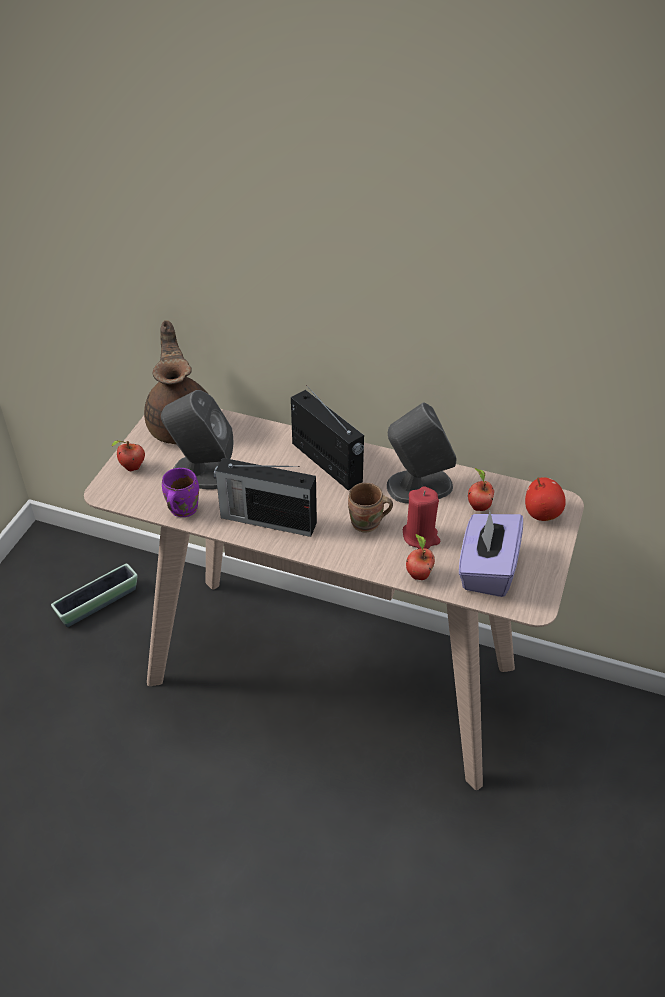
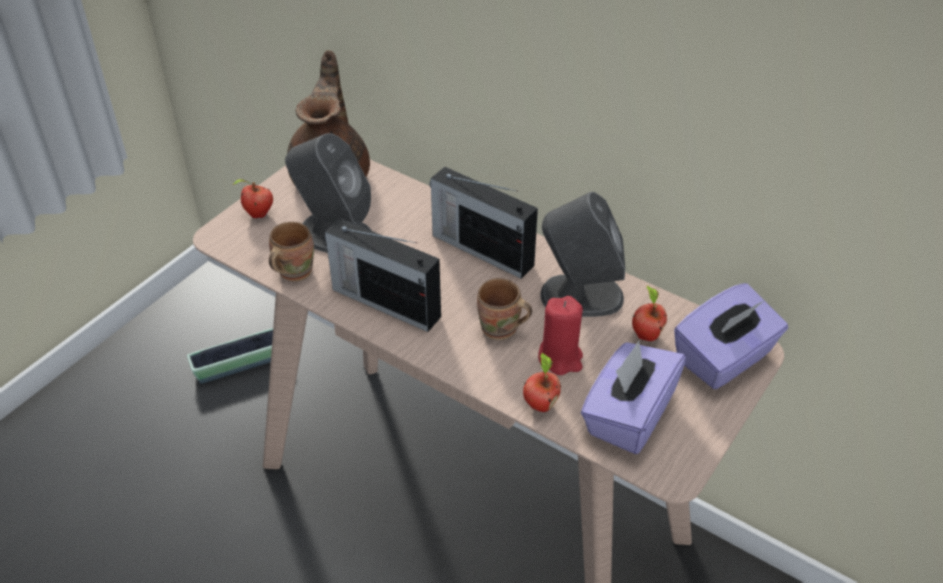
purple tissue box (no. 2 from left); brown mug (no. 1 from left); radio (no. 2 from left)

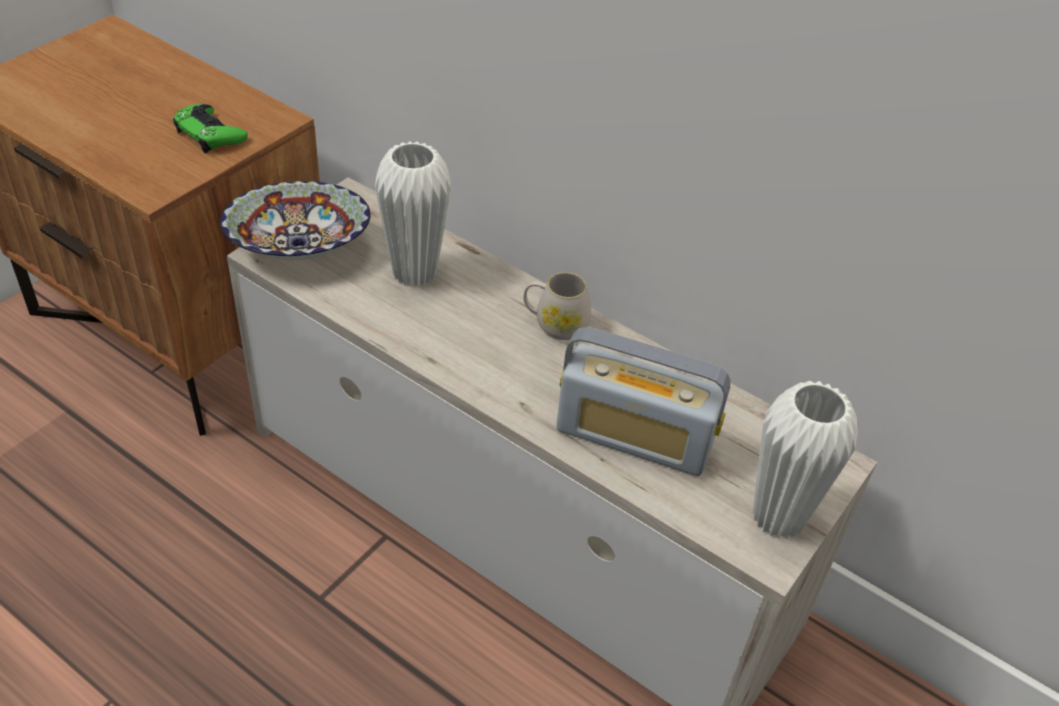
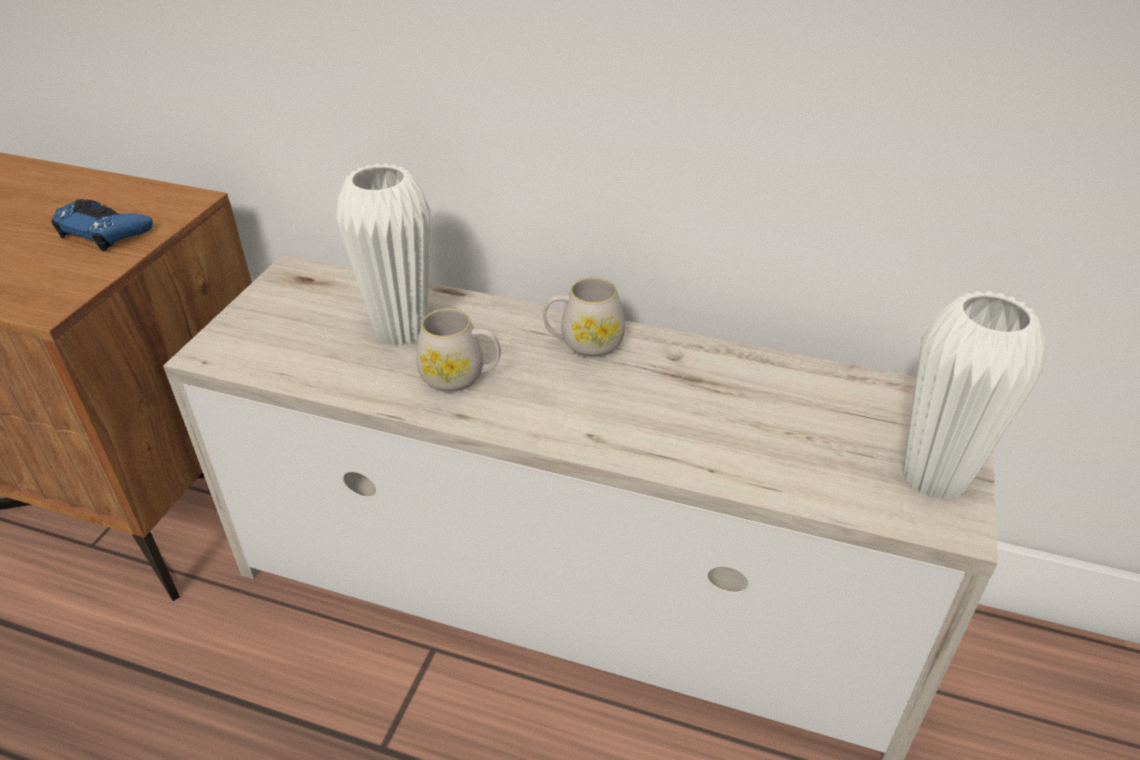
bowl; radio; white mug (no. 1 from left); blue game controller

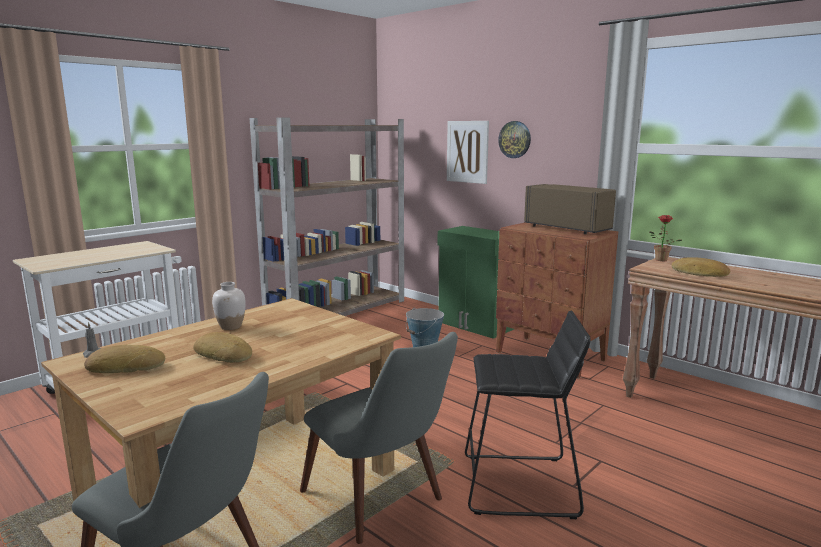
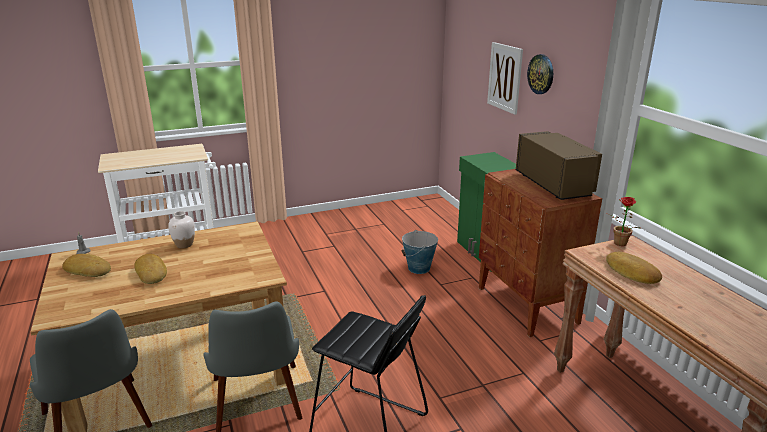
brown bookcase

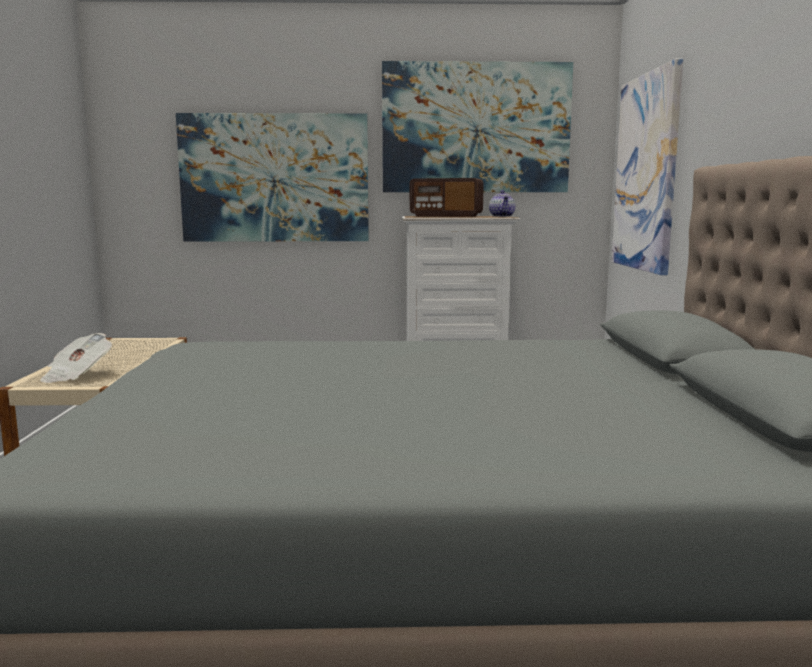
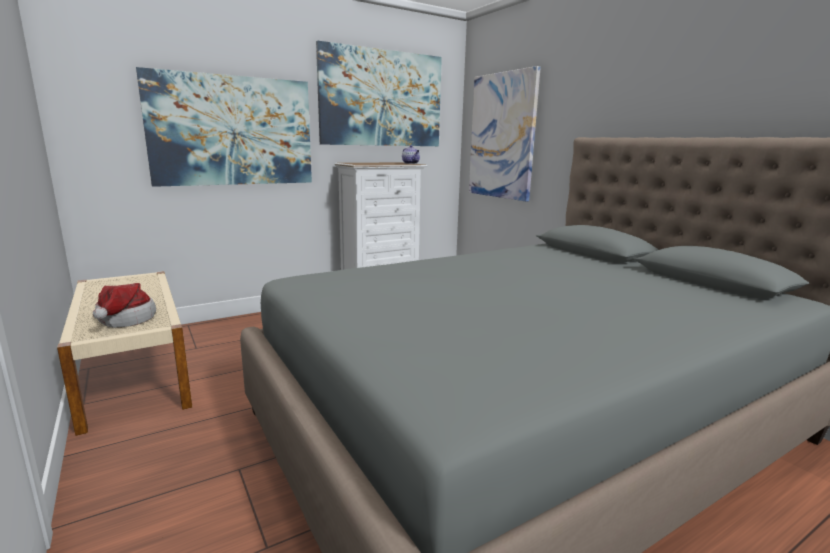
radio; hat

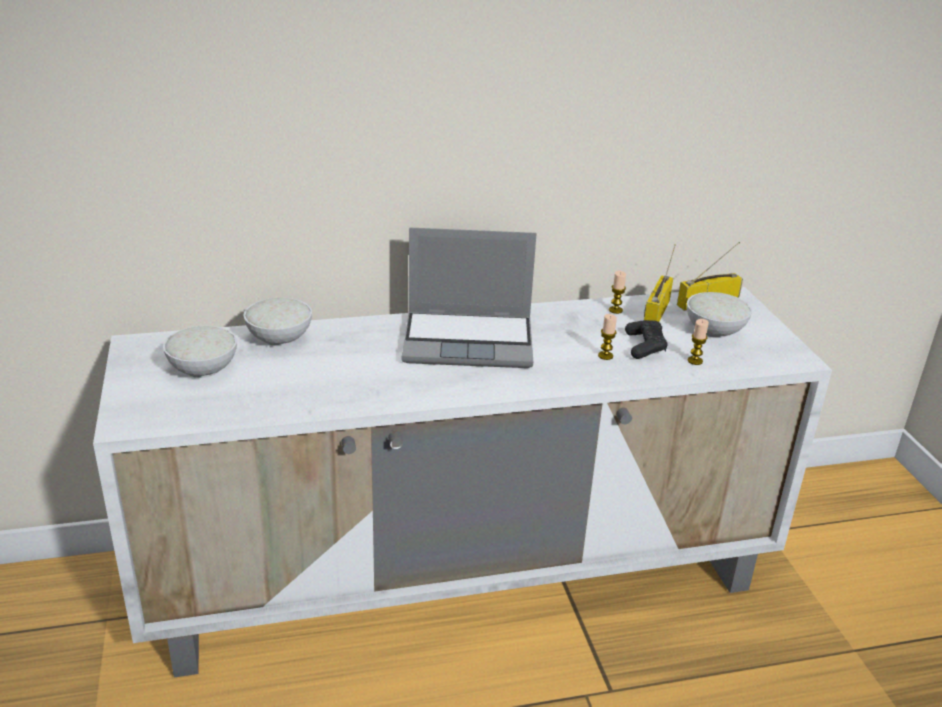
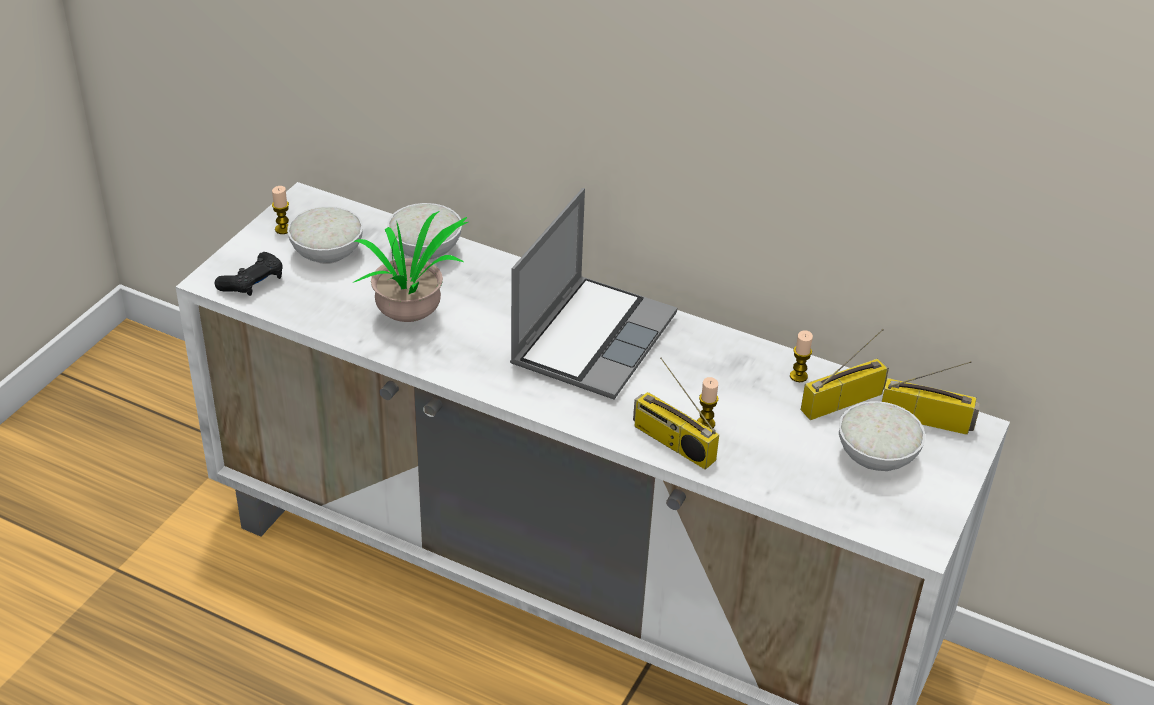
potted plant; radio (no. 1 from left); black game controller; candle (no. 1 from left); laptop

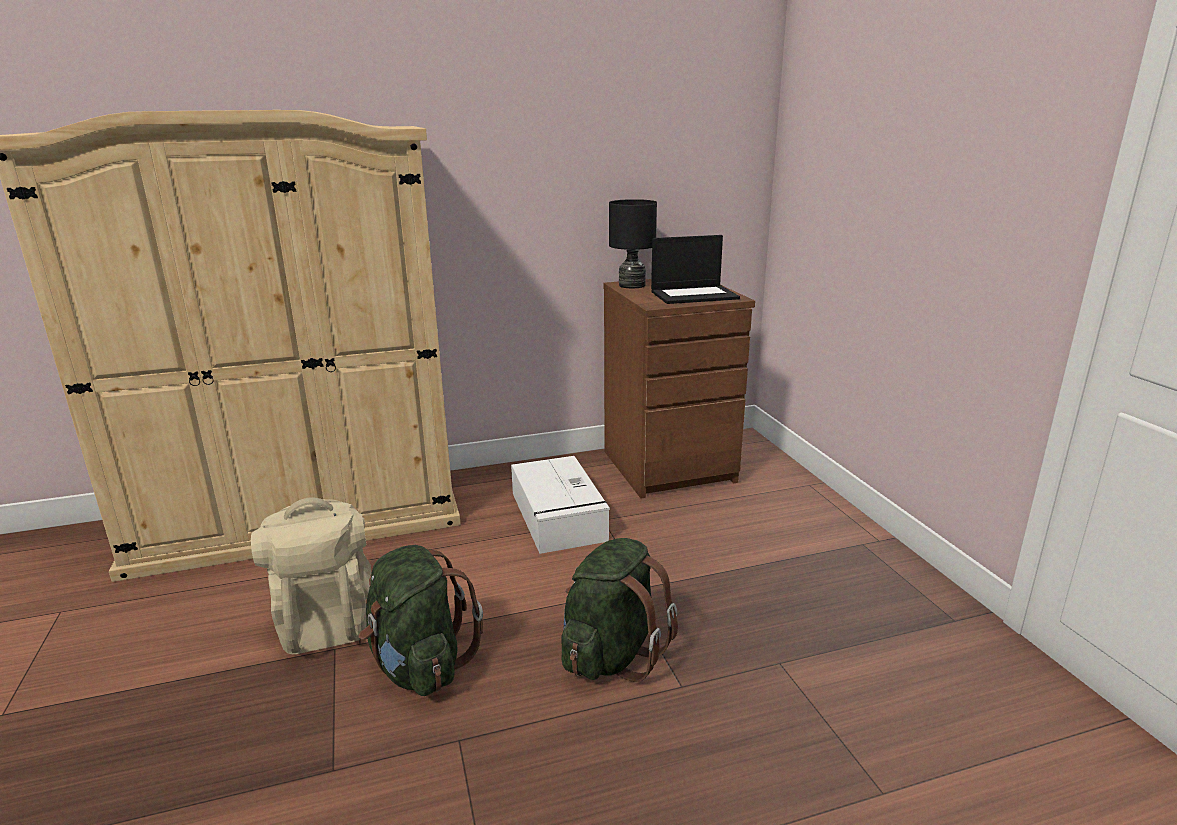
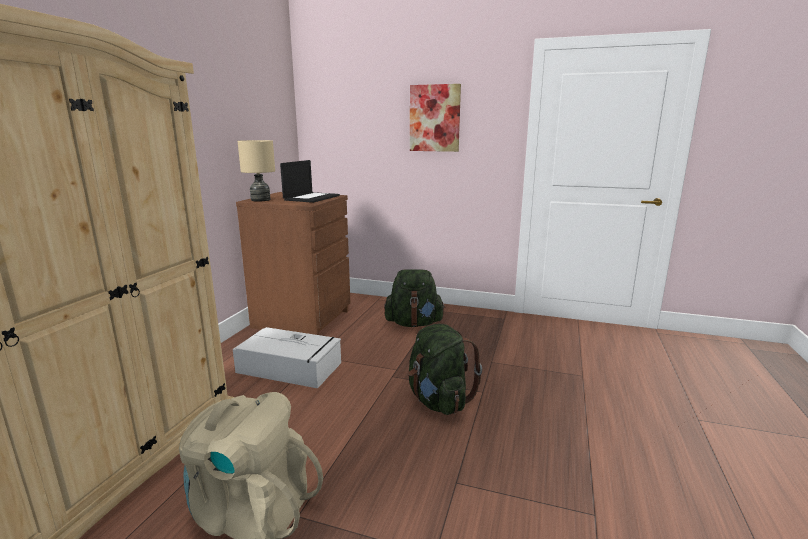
picture; green backpack (no. 1 from left); beige table lamp

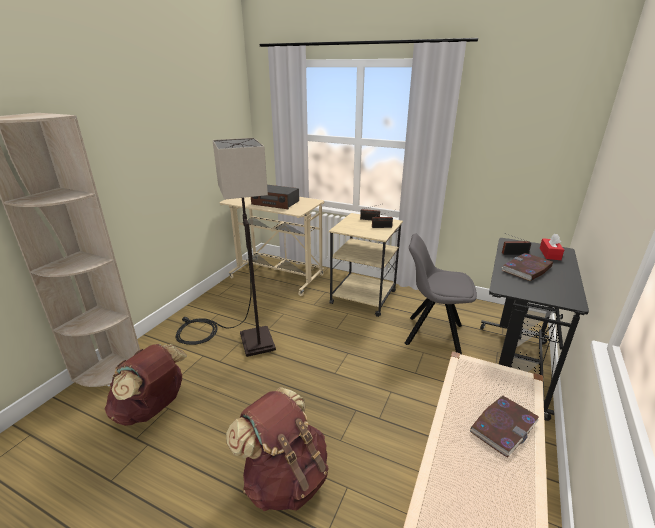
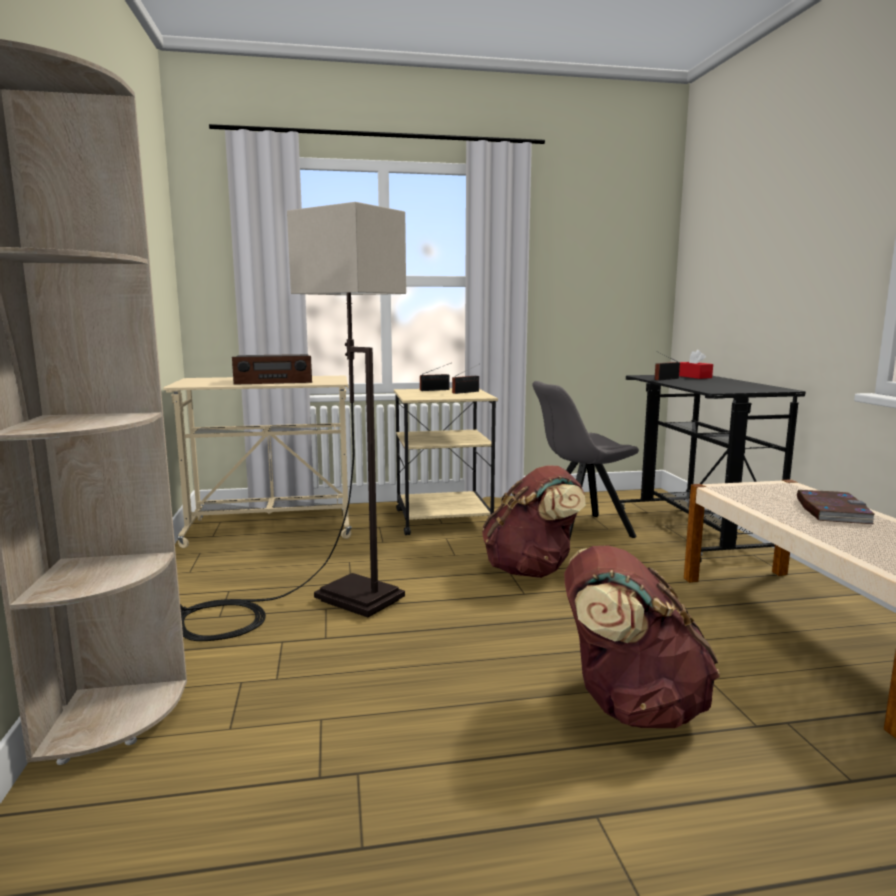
book (no. 2 from left in the first image); brown backpack (no. 1 from left)

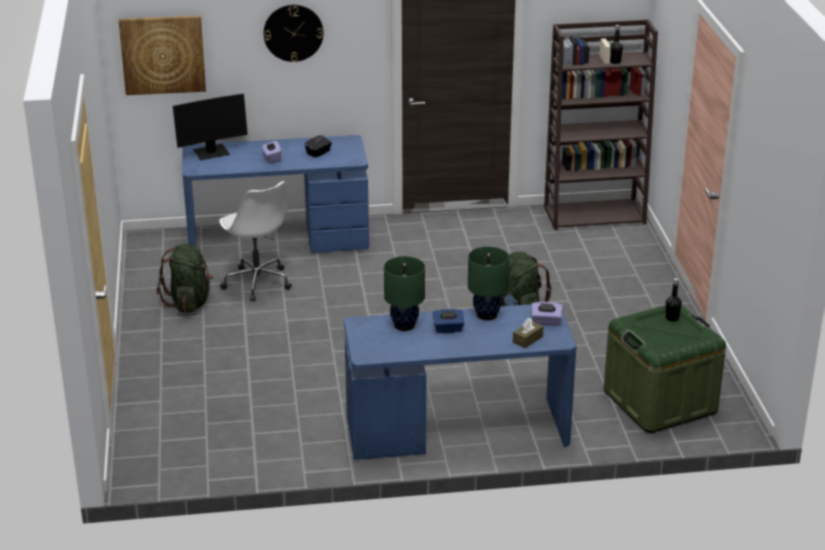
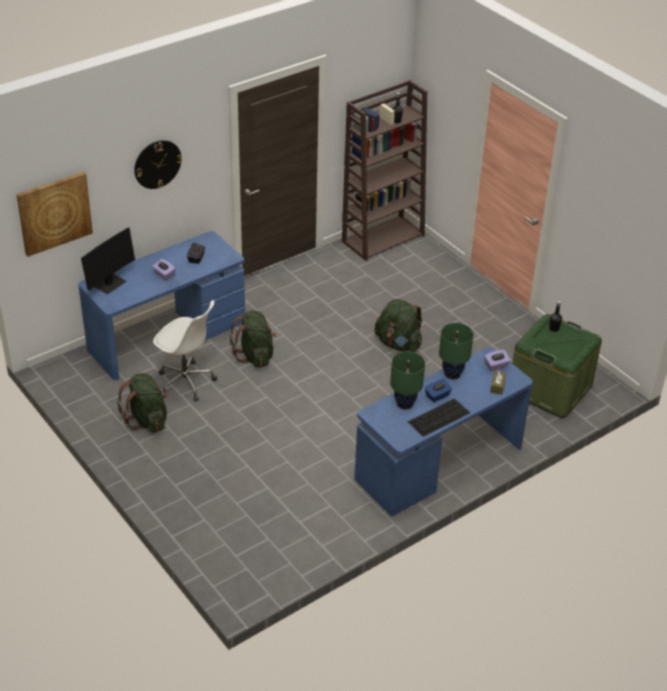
green backpack (no. 2 from left); keyboard

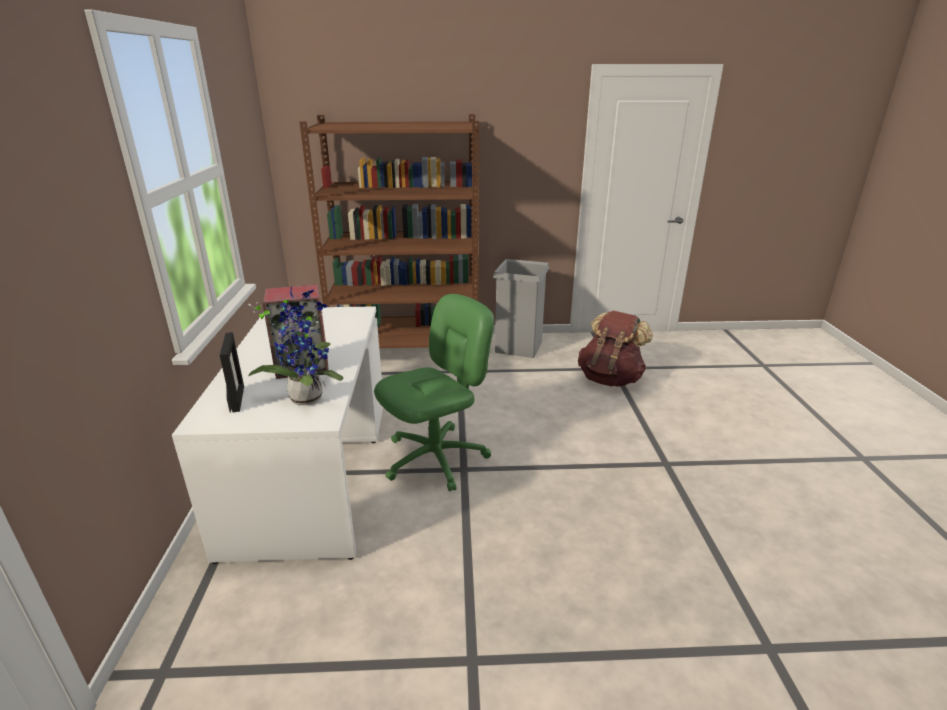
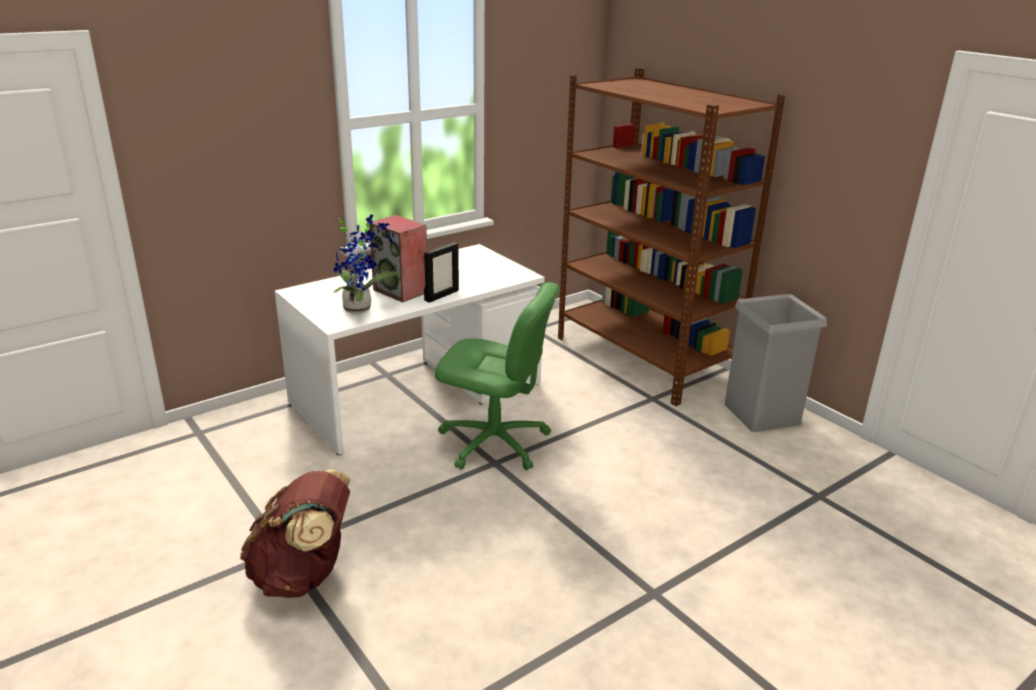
picture frame; brown backpack

